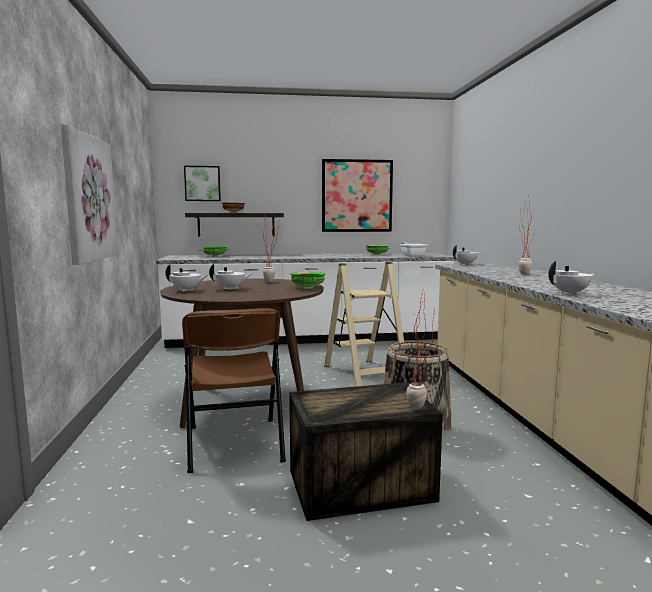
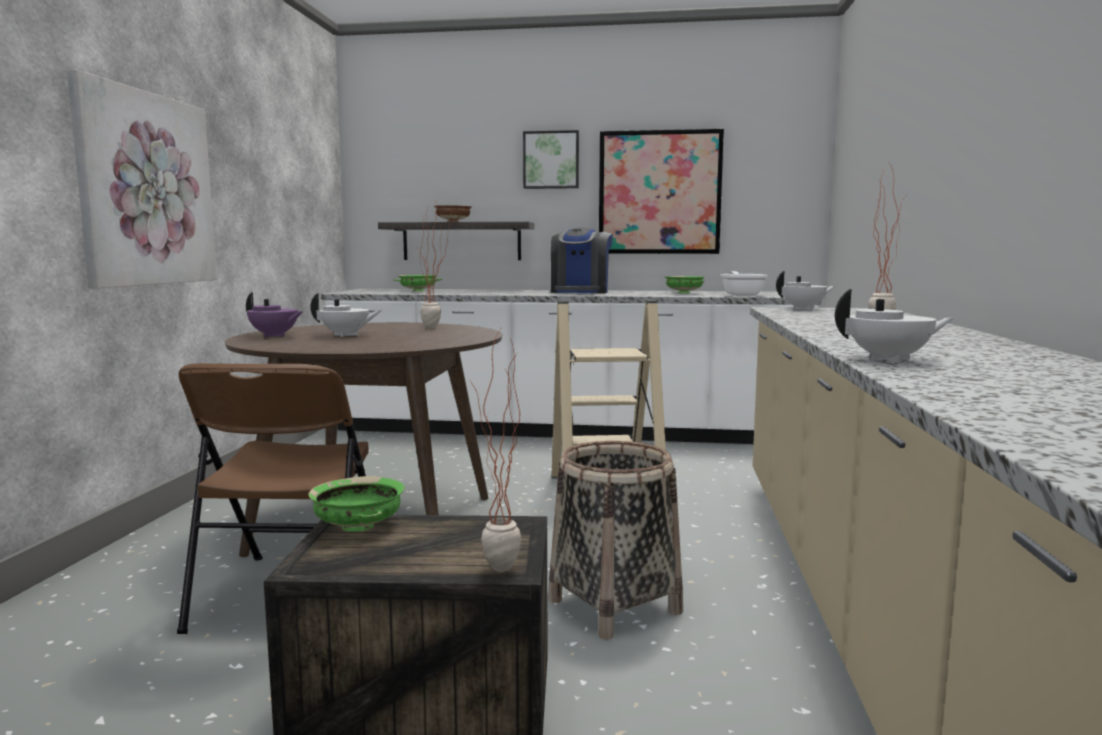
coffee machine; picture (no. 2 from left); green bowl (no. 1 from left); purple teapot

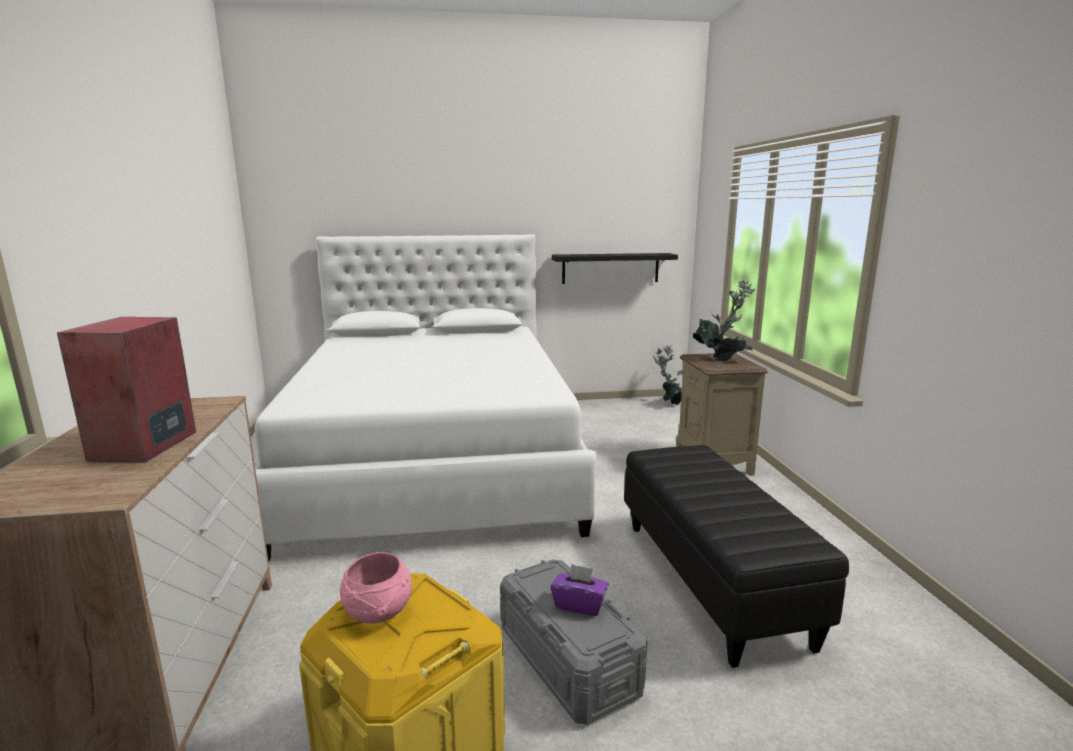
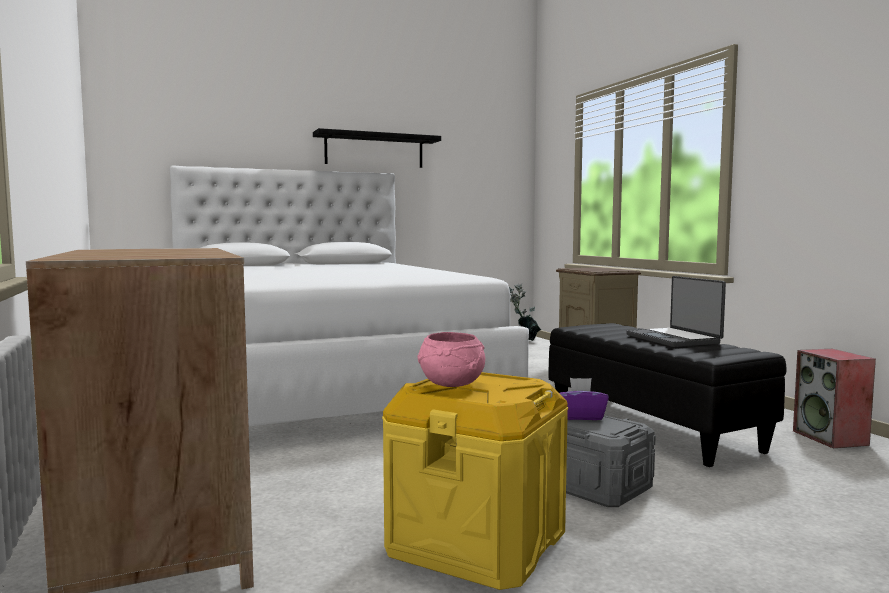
potted plant (no. 2 from left in the first image); laptop; speaker; black shelf

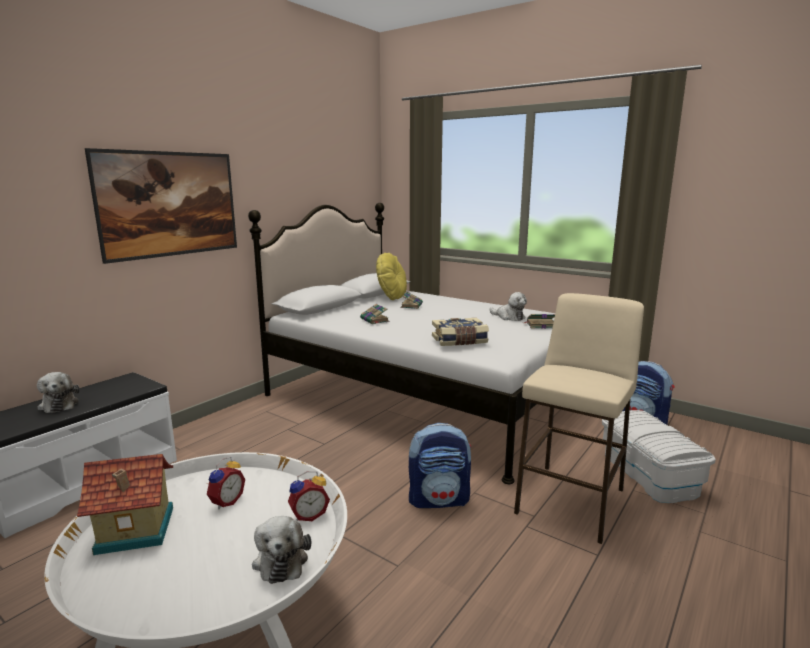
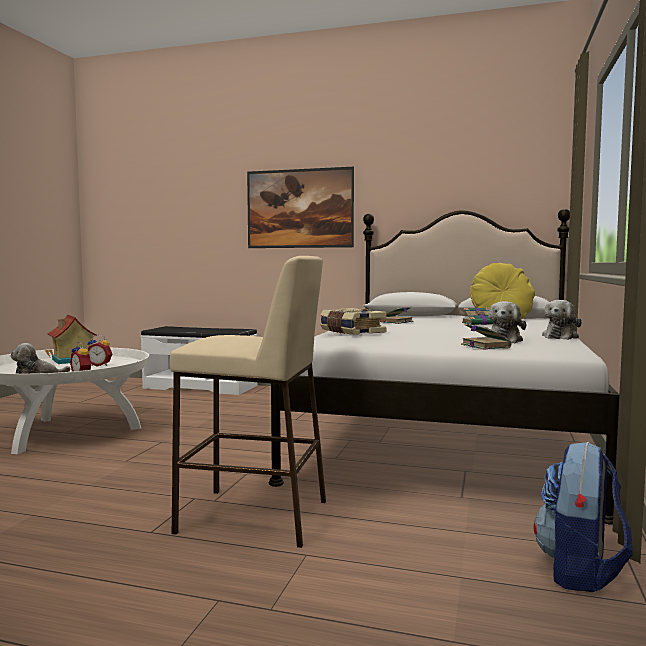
backpack (no. 1 from left in the first image); white storage box; plush toy (no. 3 from left)

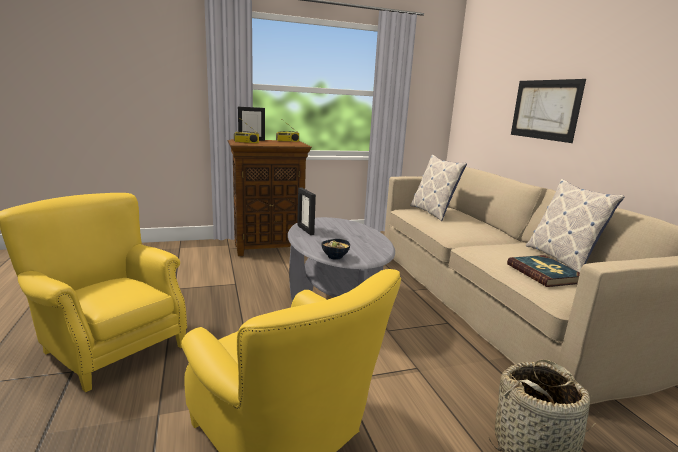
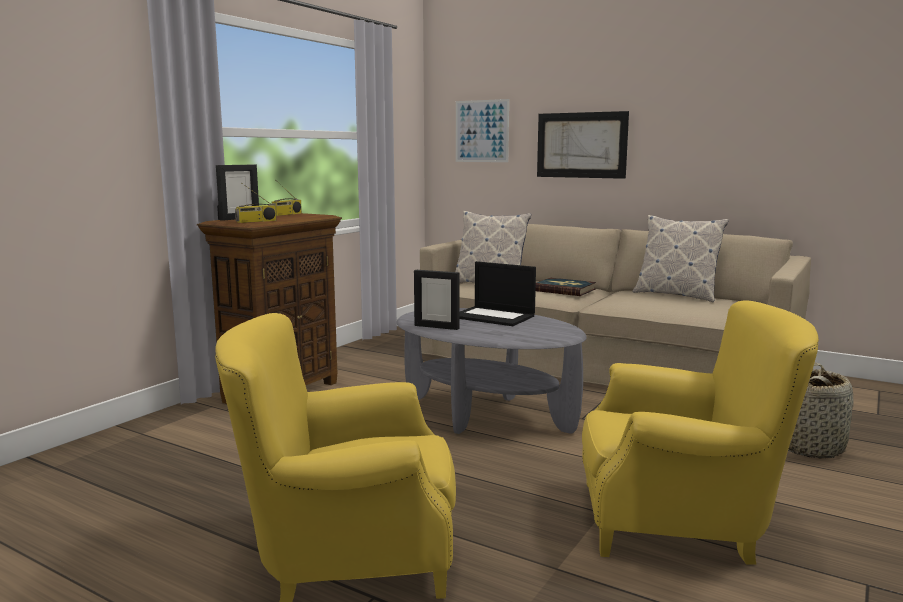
bowl; picture (no. 1 from left); laptop; book

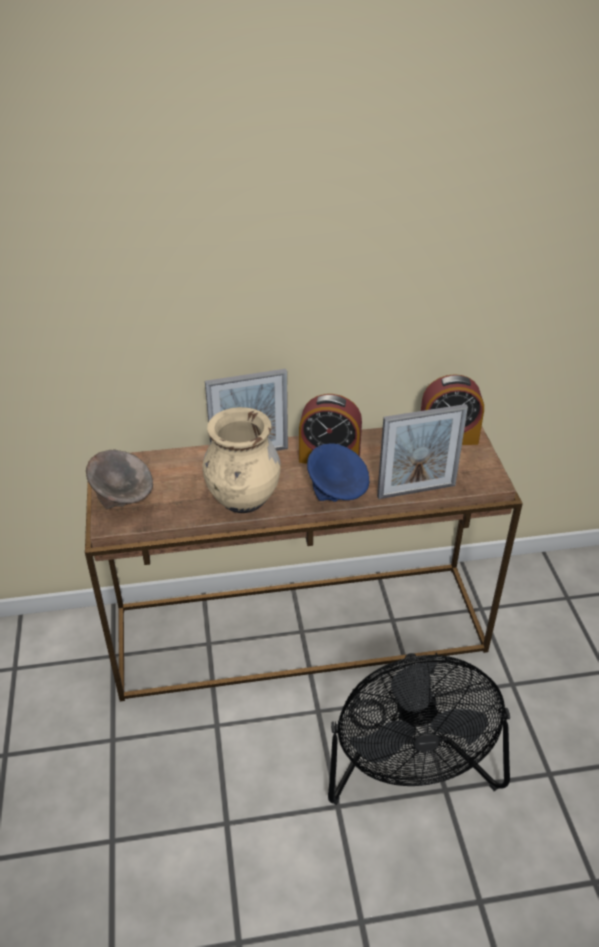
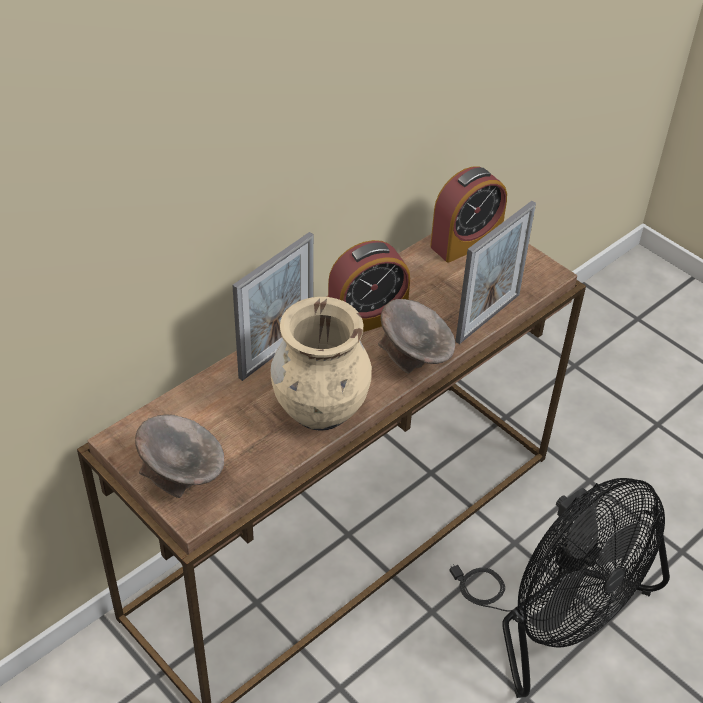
grey bowl (no. 2 from left)

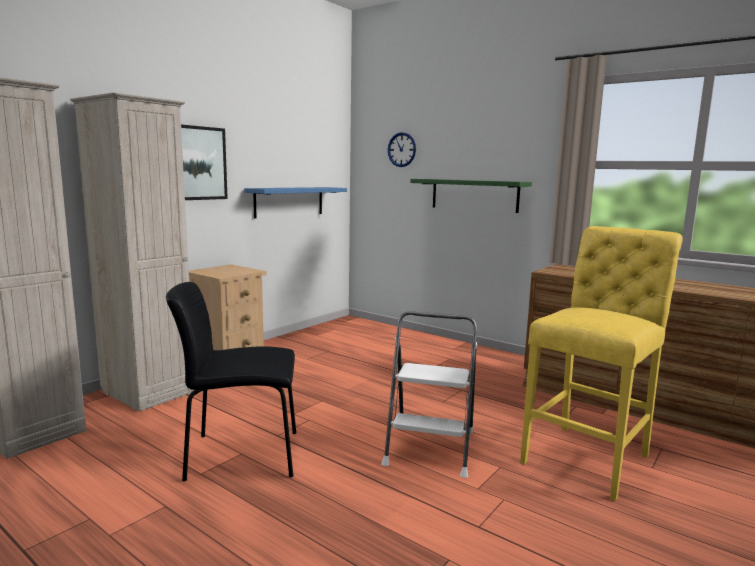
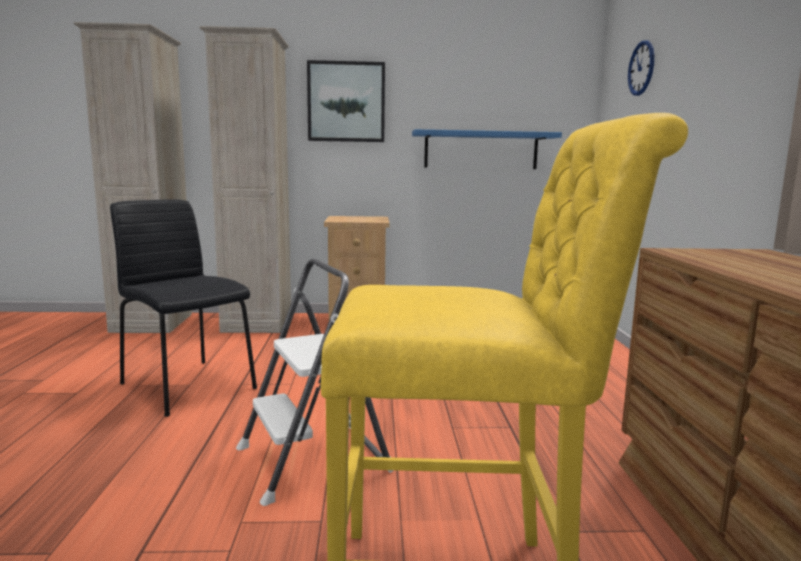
green shelf

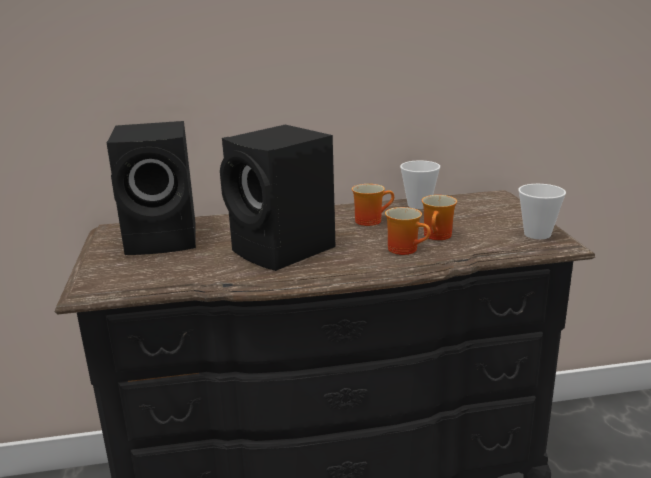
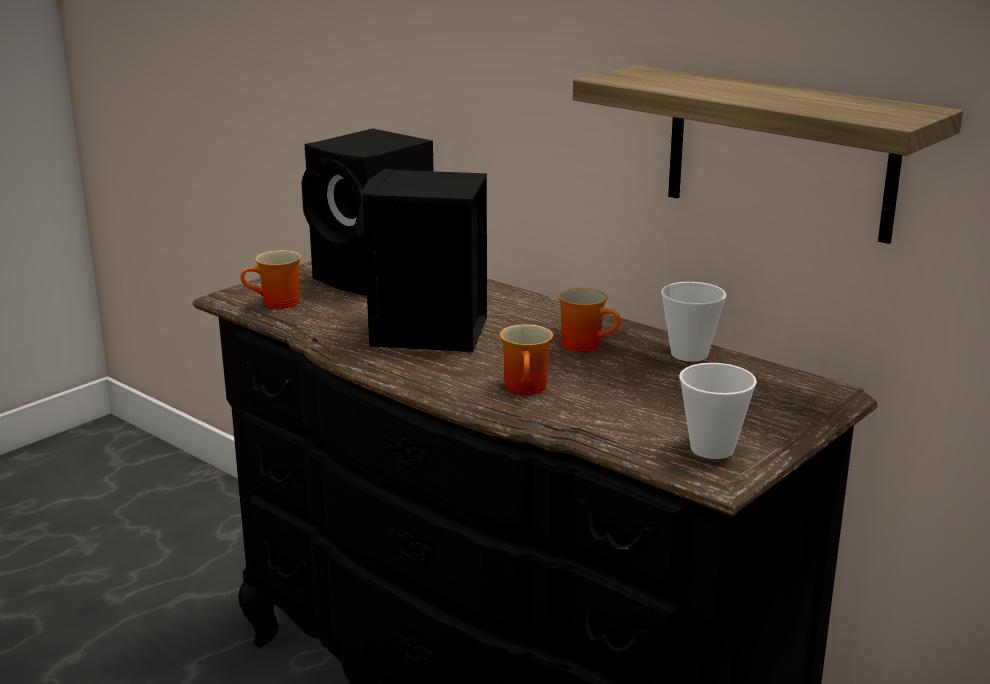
shelf; mug (no. 1 from left)

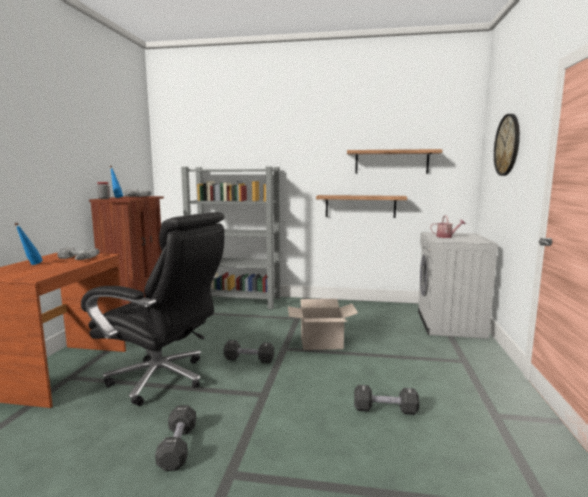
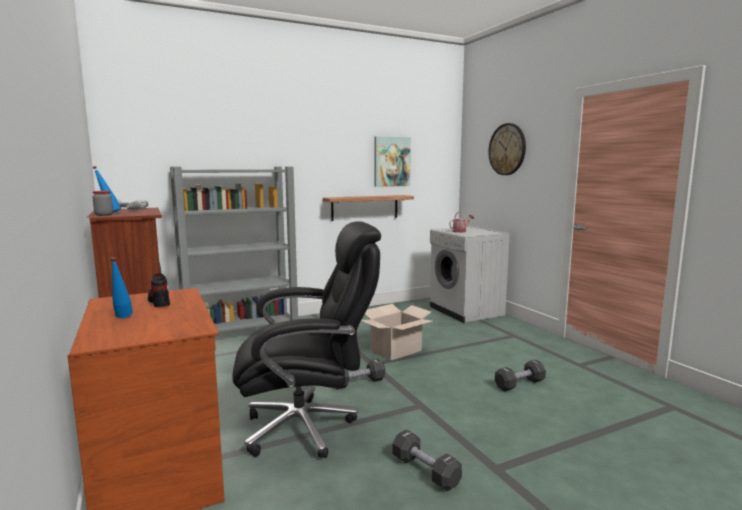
shoe; picture

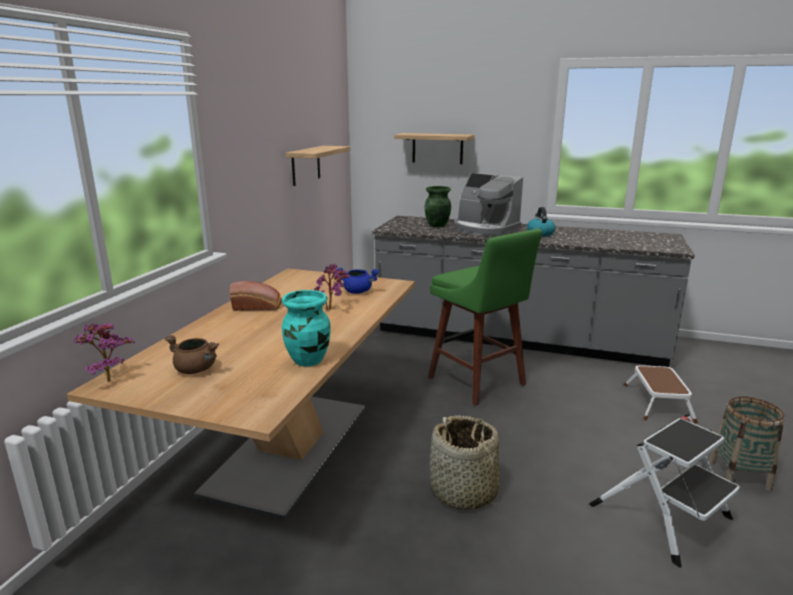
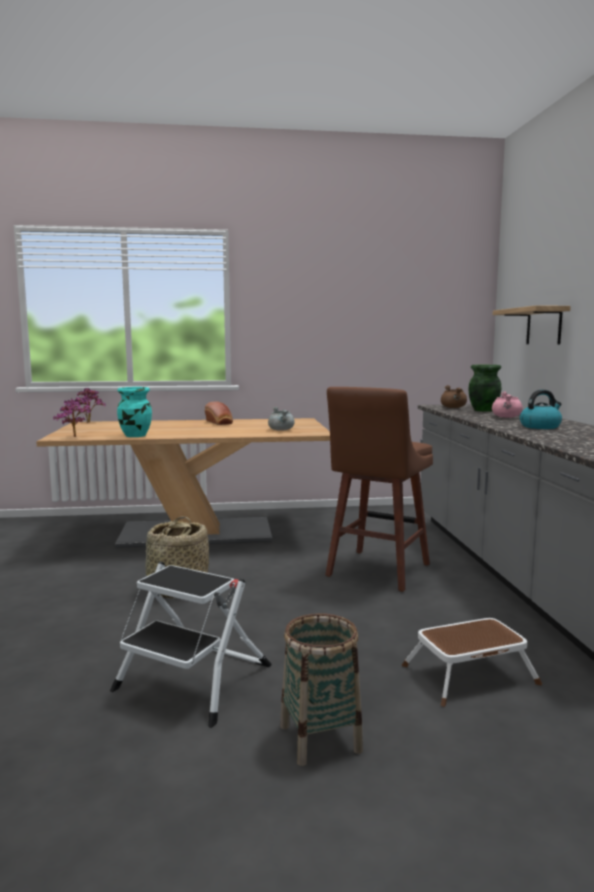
shelf (no. 1 from left in the first image); brown cooking pot; potted plant (no. 1 from left); pink cooking pot; grey cooking pot; brown stool

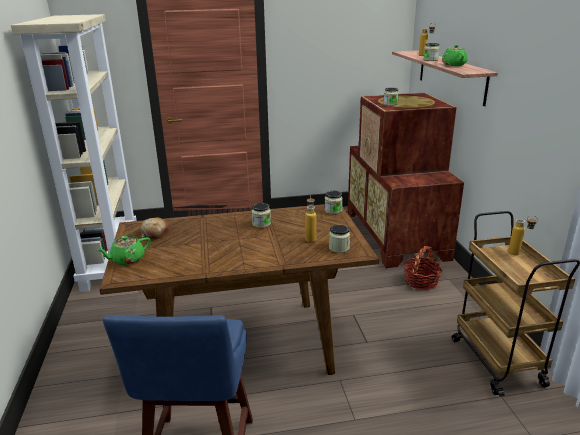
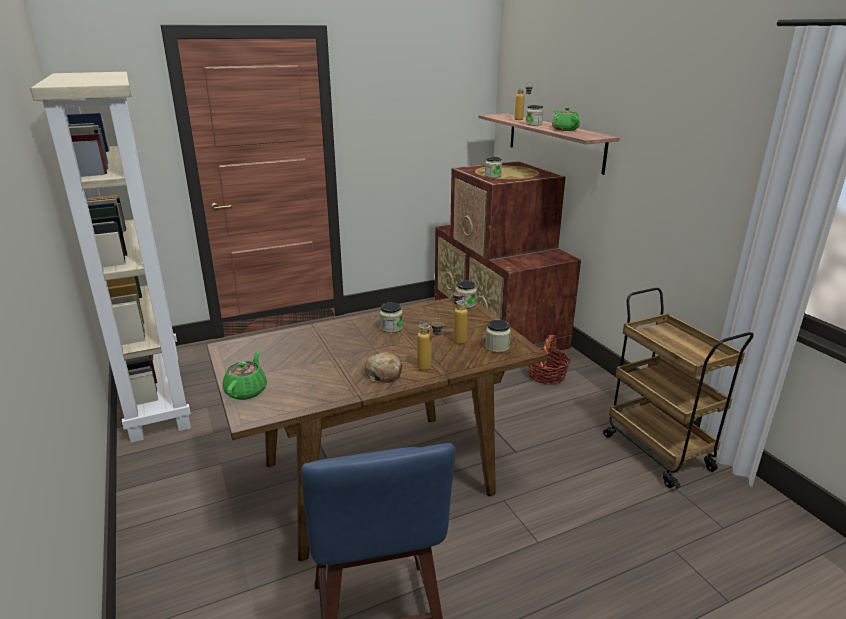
bread; bottle (no. 1 from left); green teapot (no. 1 from left)

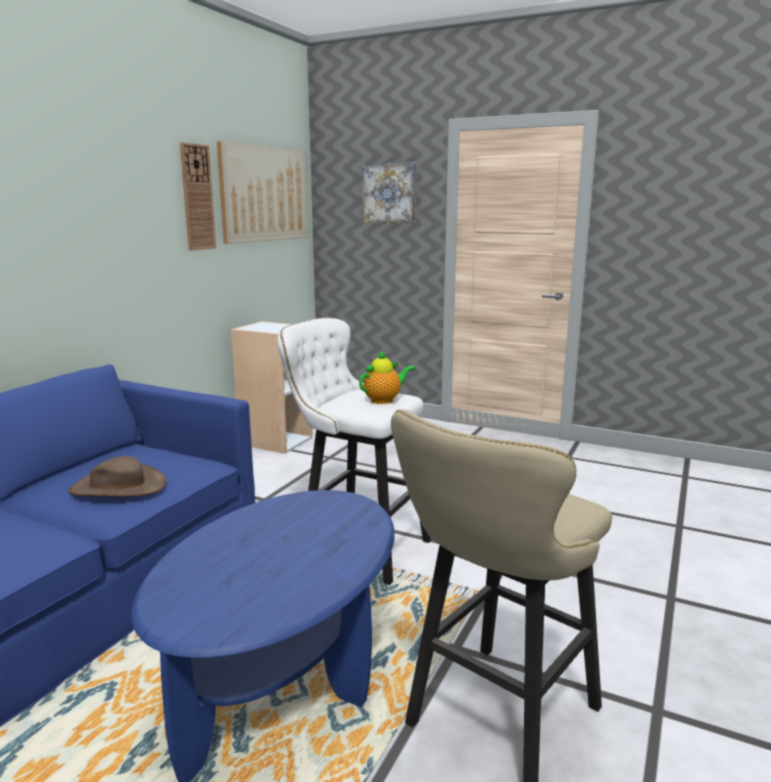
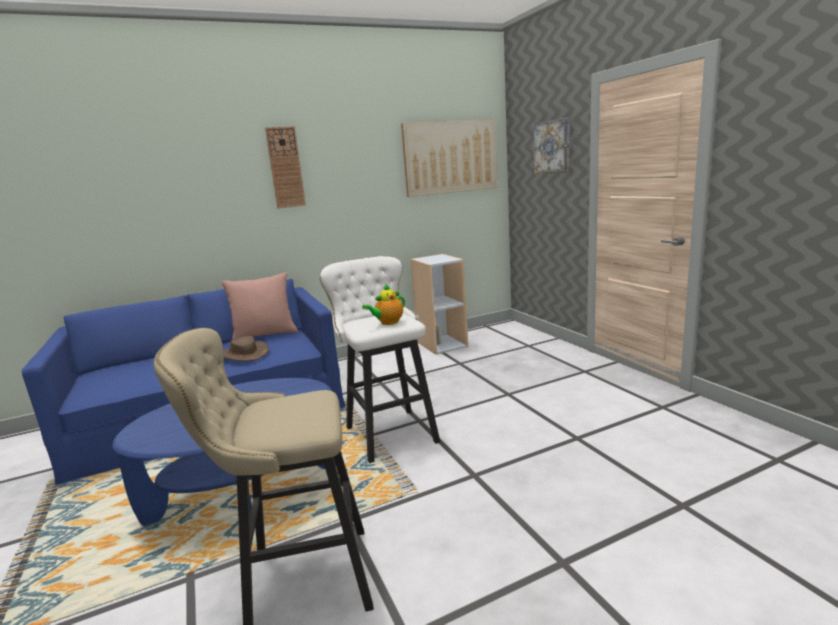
pink pillow; wall clock; teapot

